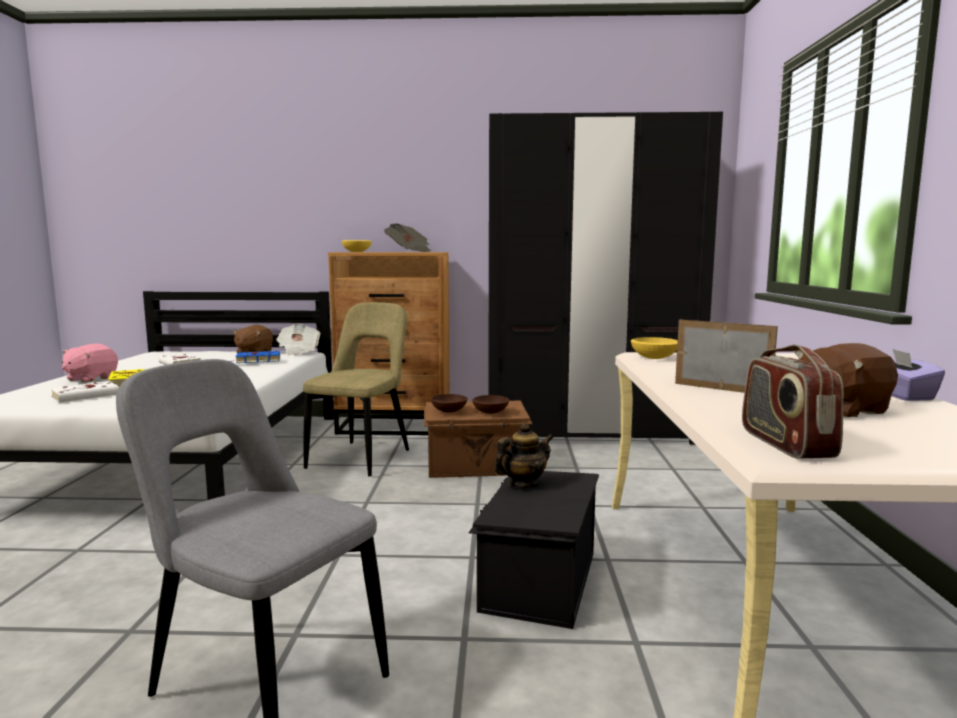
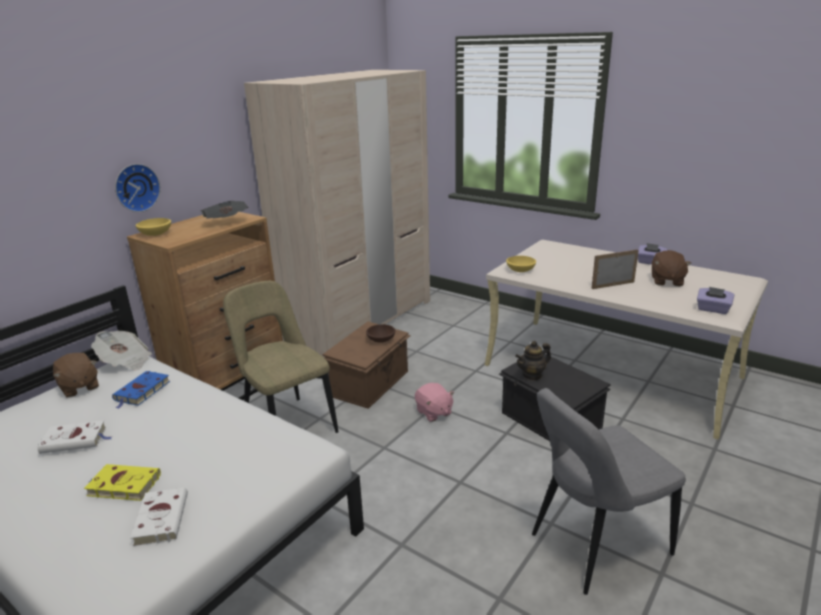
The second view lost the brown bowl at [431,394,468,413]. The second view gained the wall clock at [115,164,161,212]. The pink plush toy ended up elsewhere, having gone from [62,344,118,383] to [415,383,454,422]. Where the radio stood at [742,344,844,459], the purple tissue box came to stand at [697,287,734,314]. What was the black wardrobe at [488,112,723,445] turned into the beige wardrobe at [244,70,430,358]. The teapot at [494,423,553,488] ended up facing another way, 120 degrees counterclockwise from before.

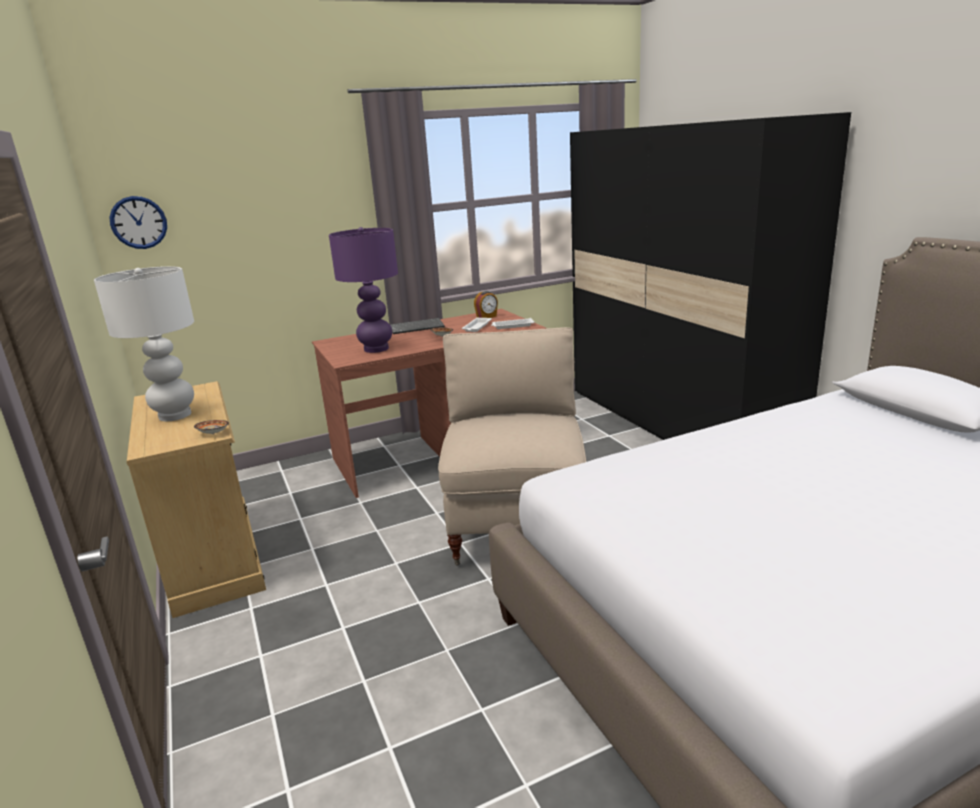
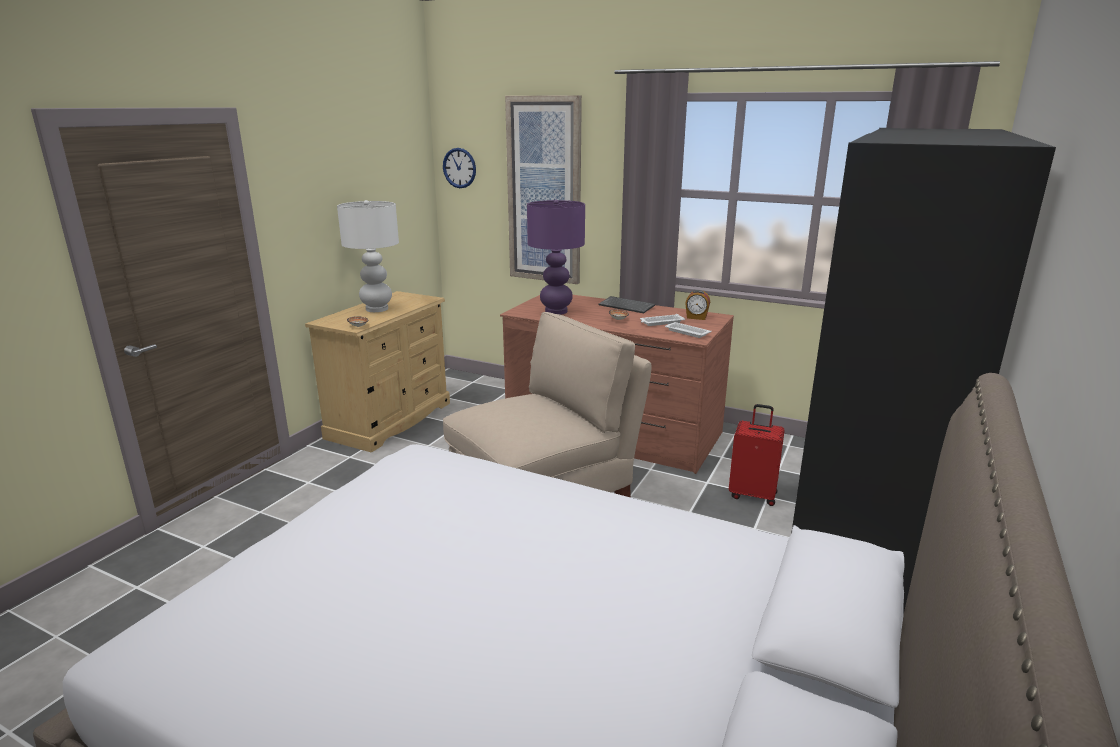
The second view gained the picture at [505,95,582,284]. The second view gained the red suitcase at [729,404,785,506].

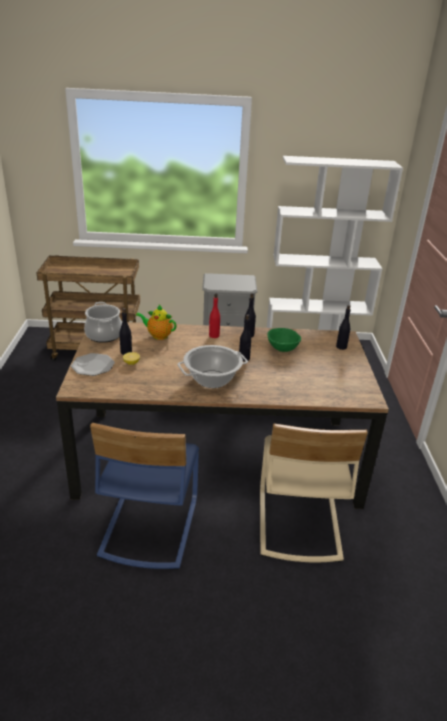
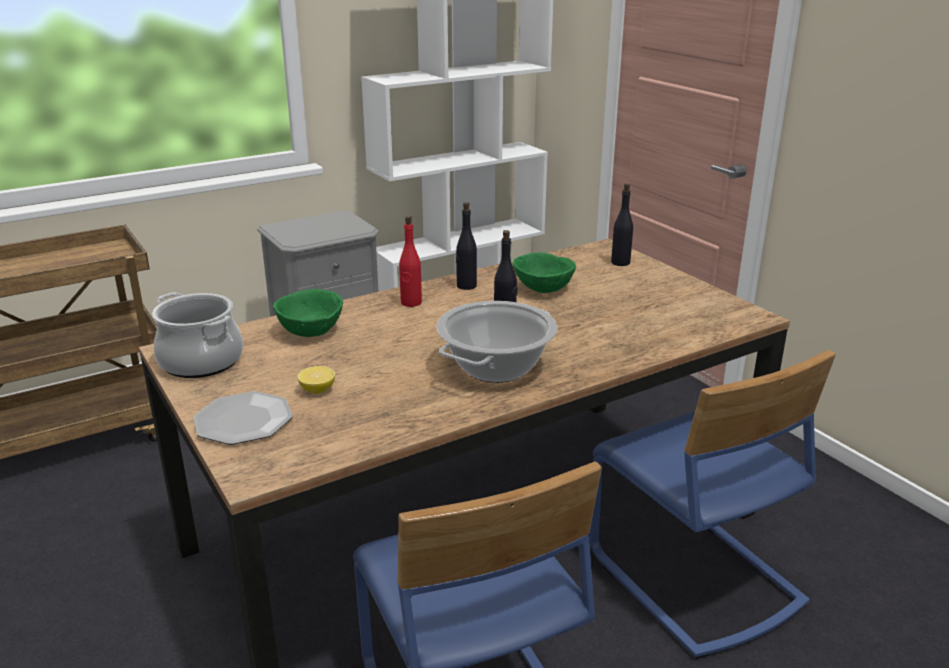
The second view lost the black bottle at [119,308,132,355]. Where the teapot stood at [136,305,177,340], the green bowl came to stand at [273,289,343,337]. What was the beige chair at [260,423,368,563] turned into the blue chair at [589,350,836,659].

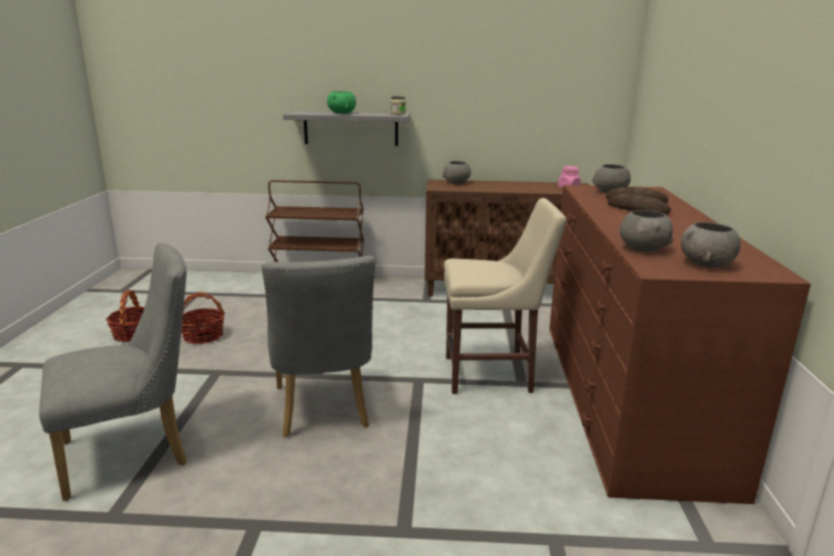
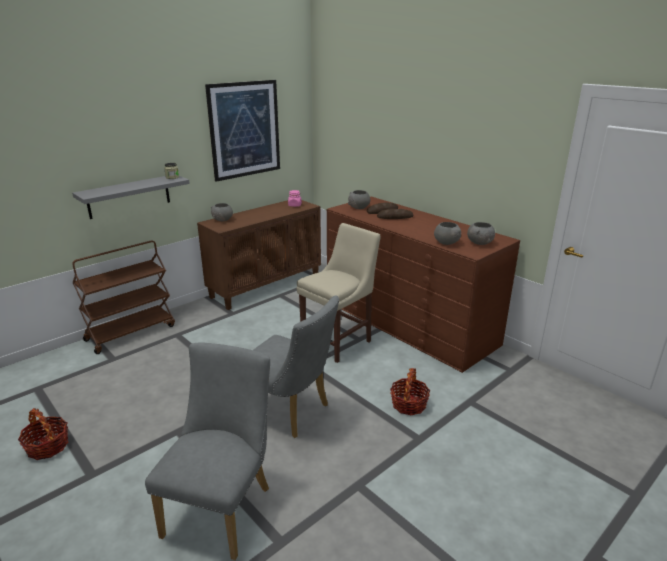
The second view lost the green bowl at [327,91,356,114]. The second view gained the picture at [205,80,280,182]. The basket ended up elsewhere, having gone from [182,292,225,344] to [390,368,430,415].

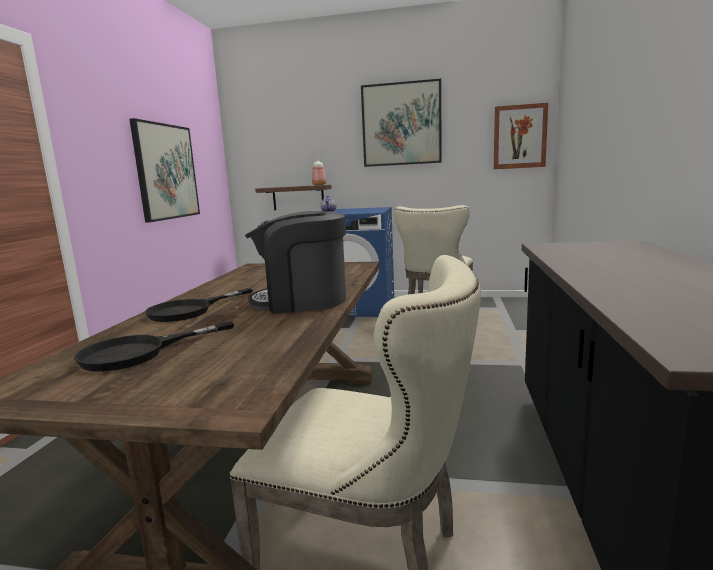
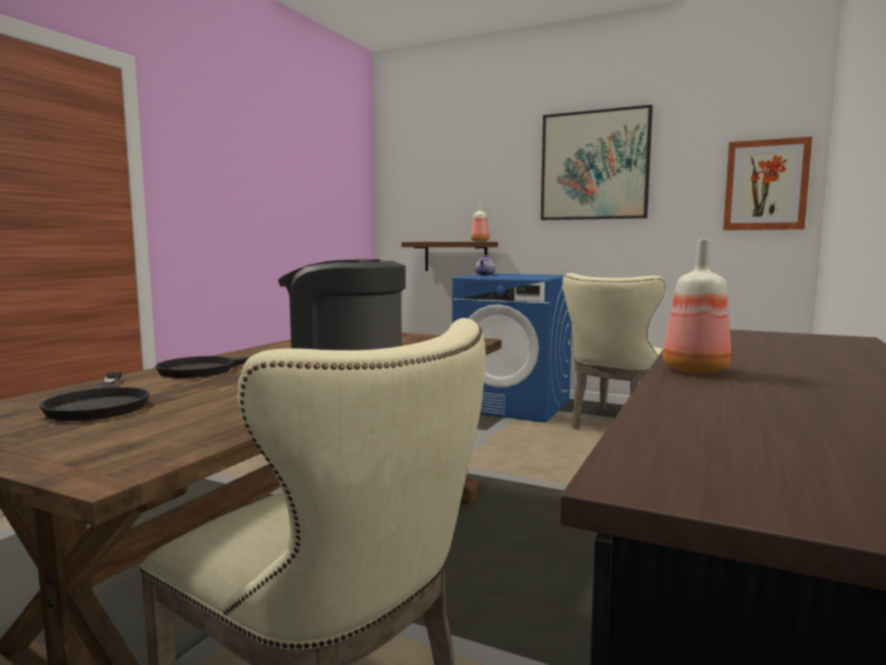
The second view lost the picture at [129,118,200,223]. The second view gained the bottle at [663,240,731,374]. The black frying pan at [74,321,234,372] ended up facing another way, 90 degrees counterclockwise from before.

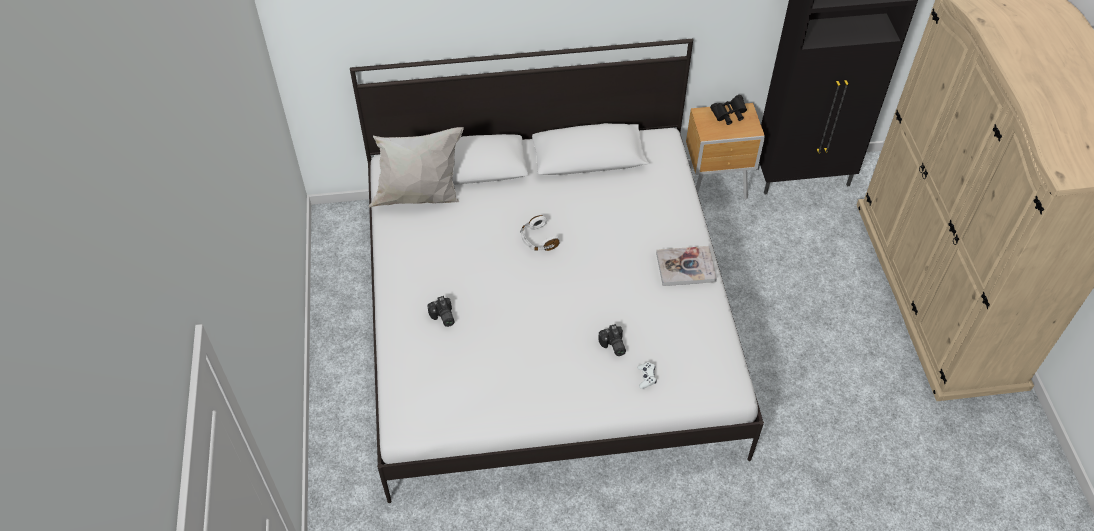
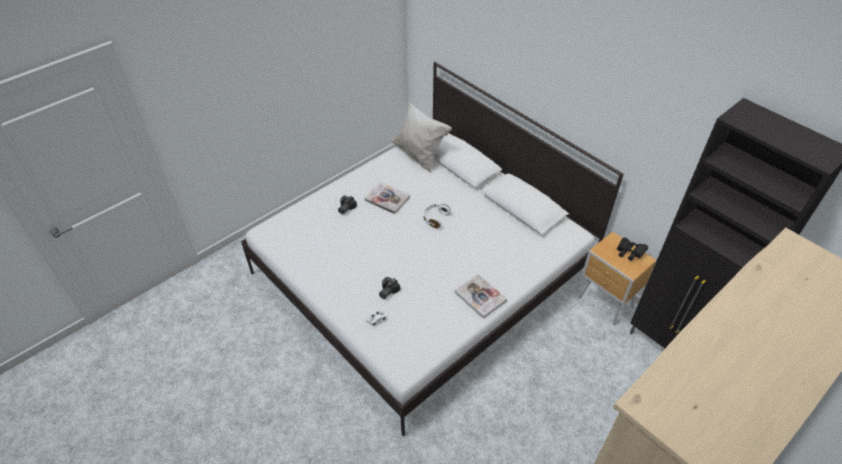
The second view gained the book at [365,182,410,214].

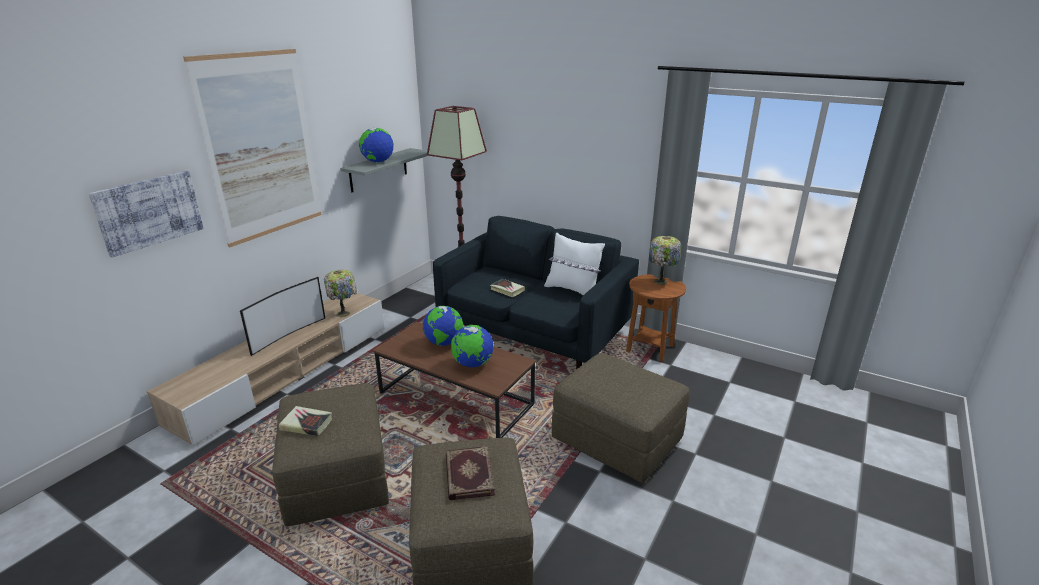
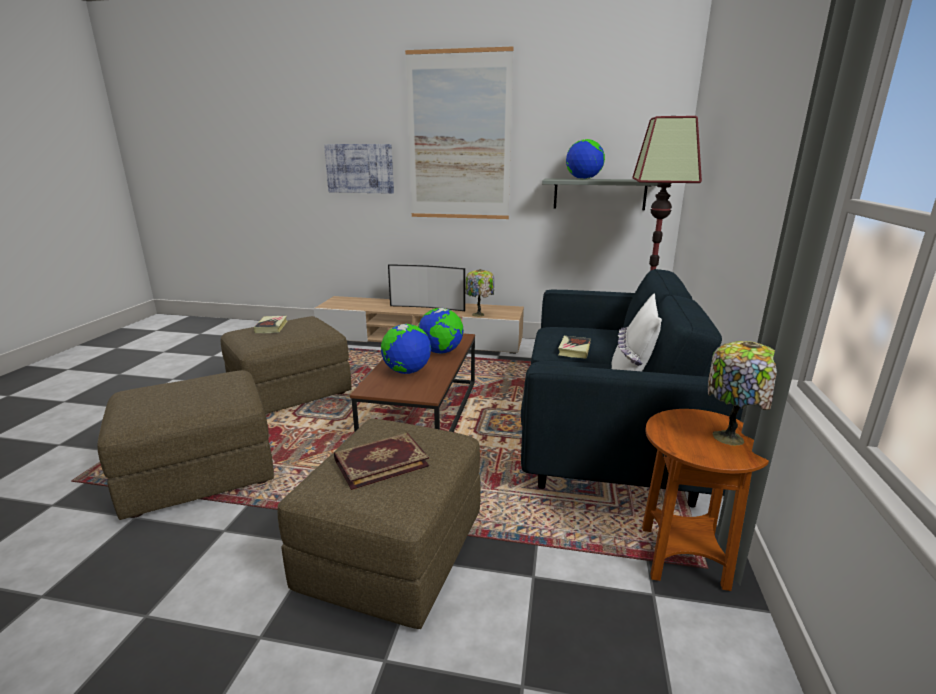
The book ended up elsewhere, having gone from [446,446,495,500] to [334,433,429,490].

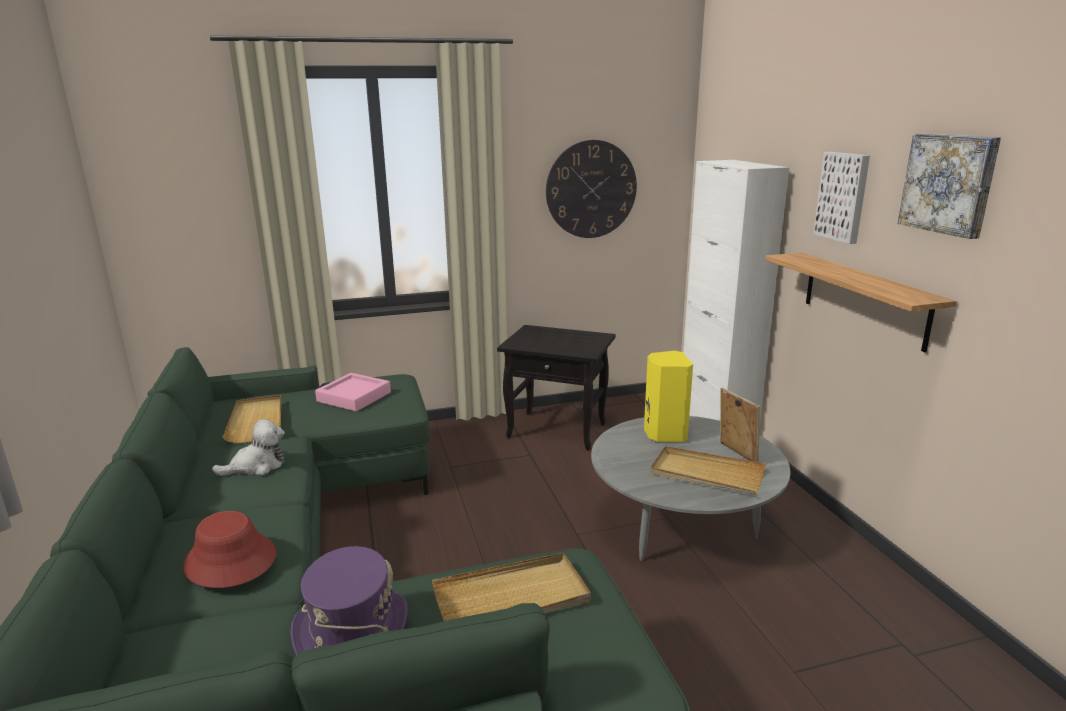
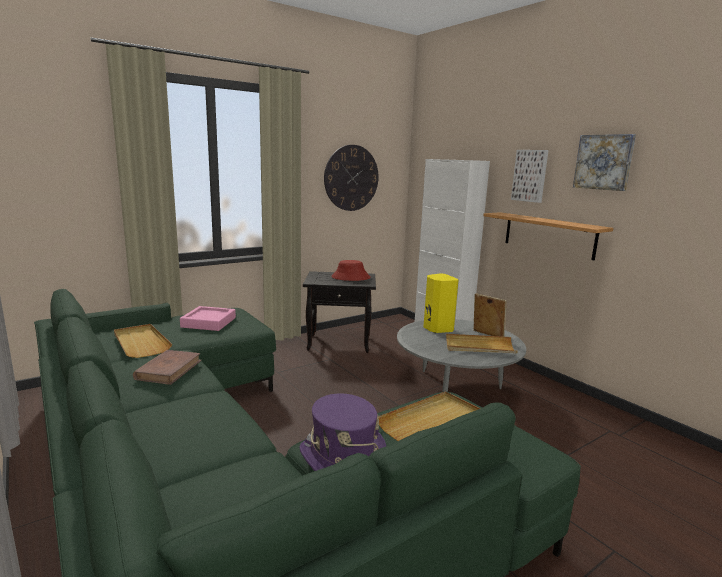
The red hat ended up elsewhere, having gone from [183,511,276,588] to [331,260,371,281]. Where the plush toy stood at [212,419,285,476], the brown book came to stand at [133,350,202,385].

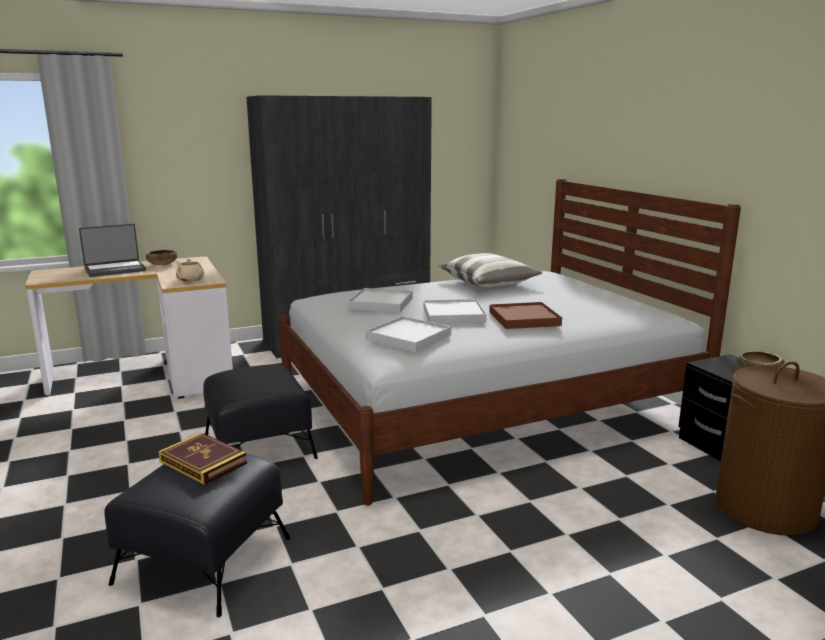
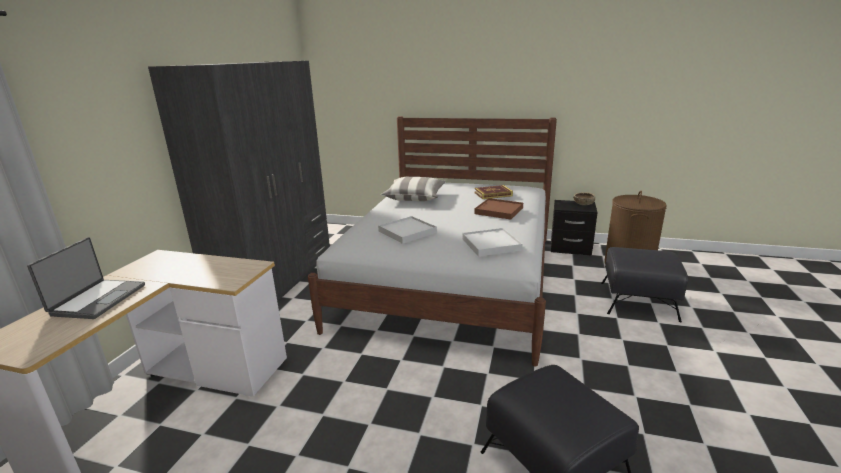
The second view lost the brown bowl at [146,250,177,266]. The second view lost the beige teapot at [176,259,204,282]. The second view lost the white tray at [424,299,487,324]. The book ended up elsewhere, having gone from [159,433,247,485] to [475,185,513,199]. The black ottoman ended up elsewhere, having gone from [203,365,318,459] to [601,247,688,322].

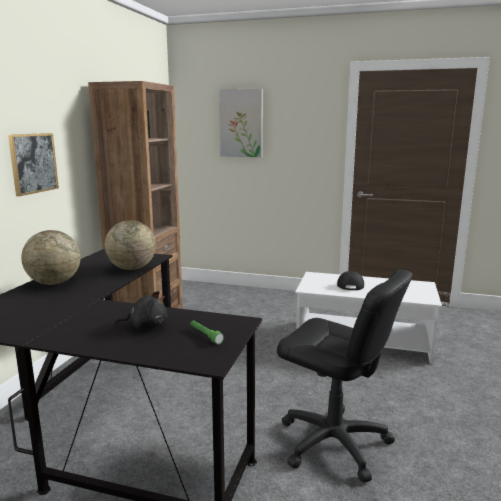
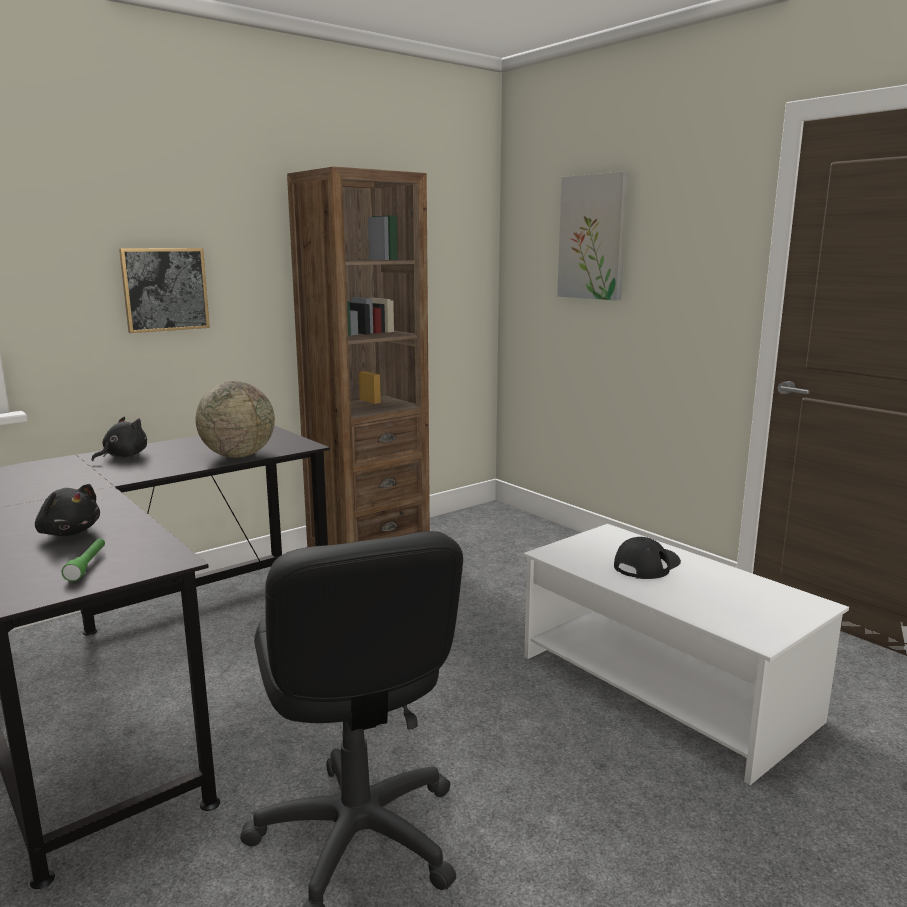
Where the globe stood at [21,230,81,285], the black plush toy came to stand at [92,416,147,461].

